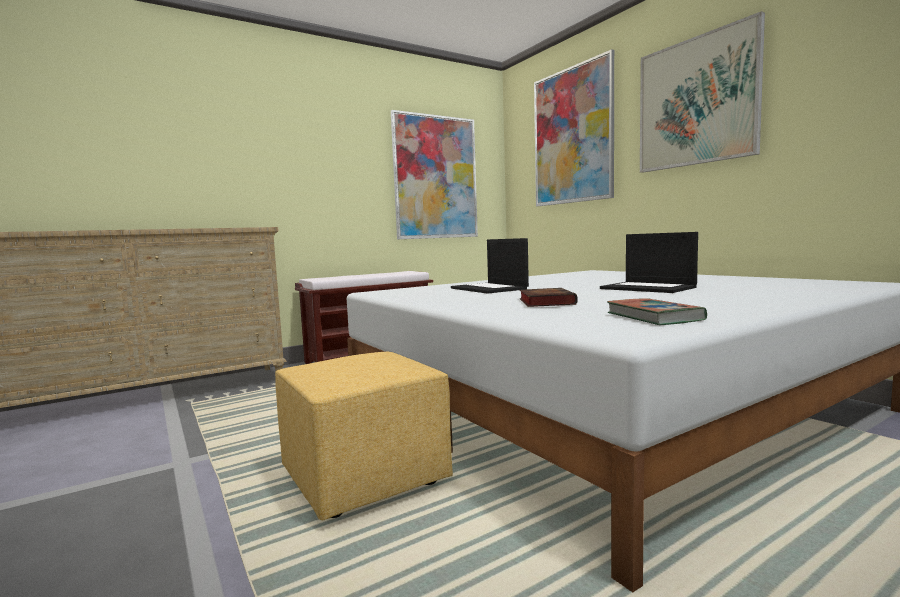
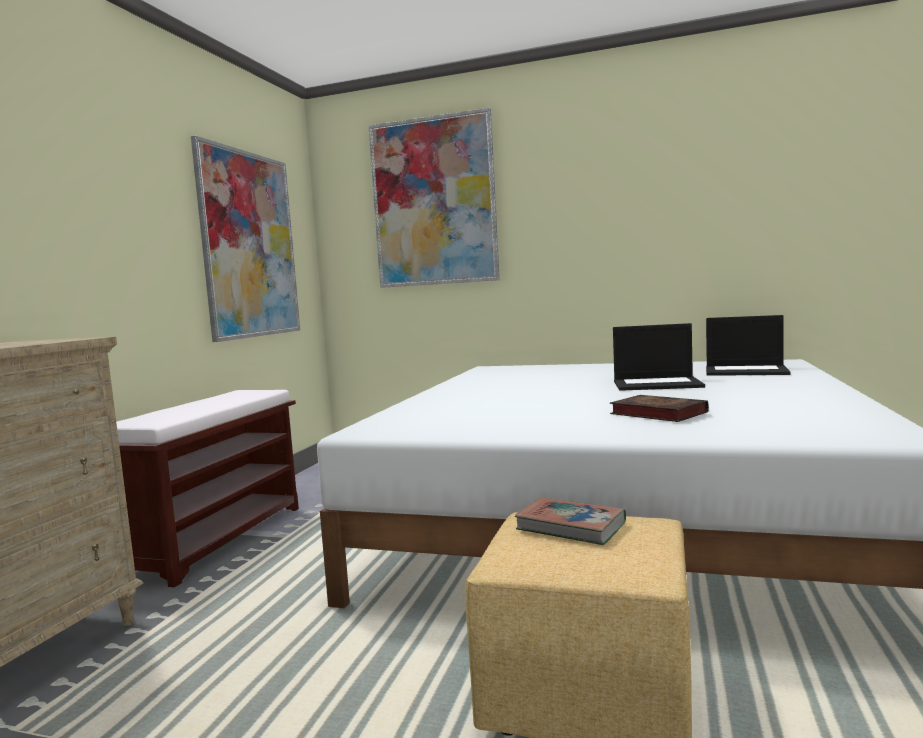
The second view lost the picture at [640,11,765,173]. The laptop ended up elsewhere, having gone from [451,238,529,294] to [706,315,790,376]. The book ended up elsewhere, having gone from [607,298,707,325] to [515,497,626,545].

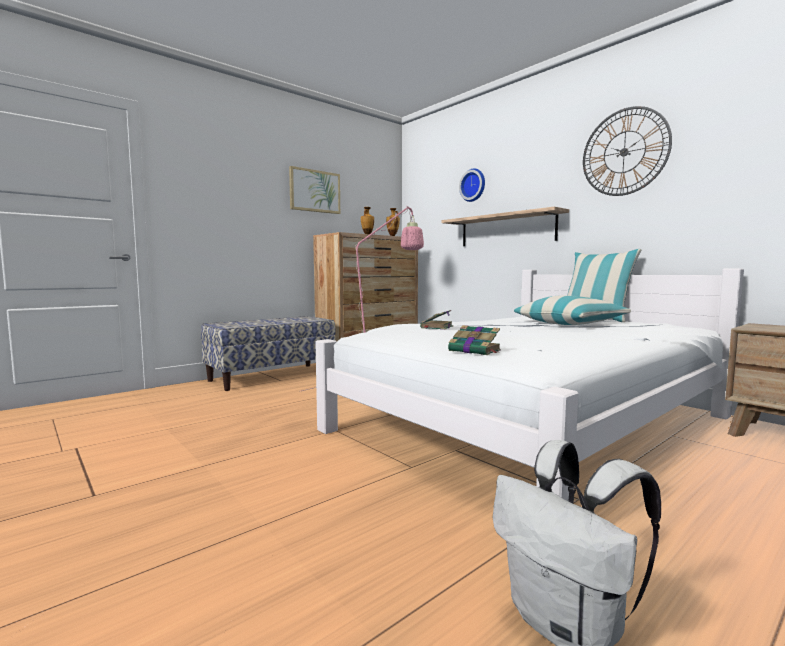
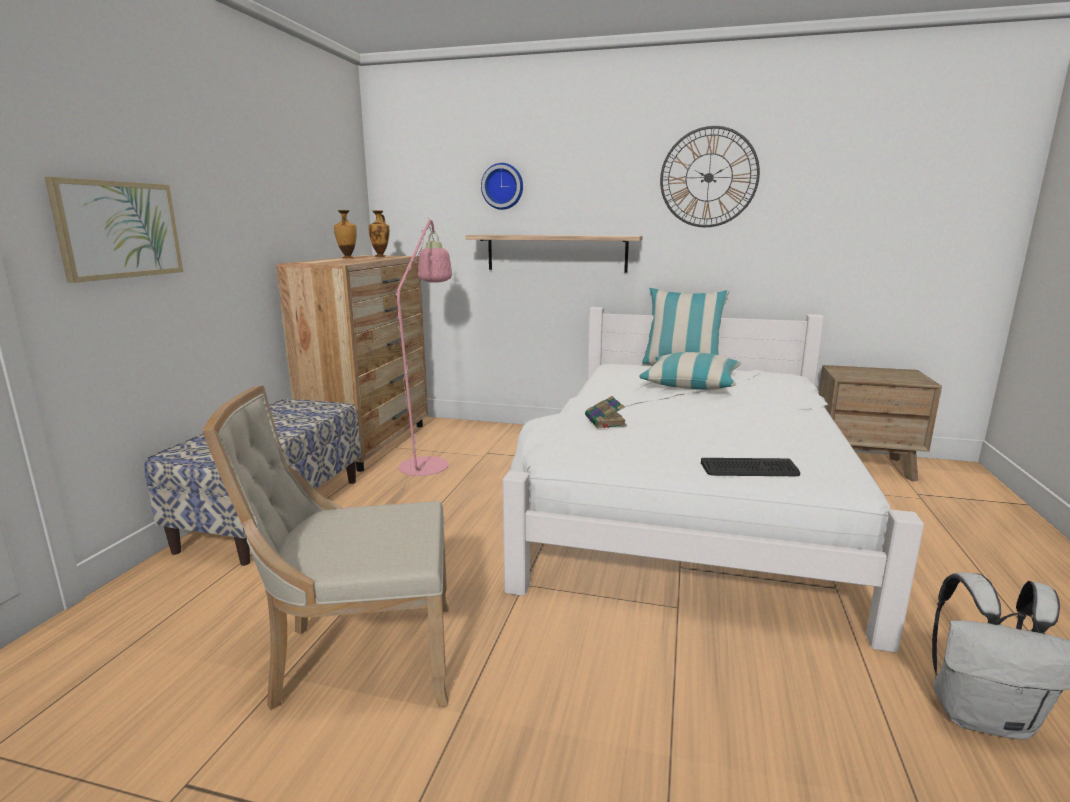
The second view gained the beige chair at [202,385,449,710]. The picture ended up elsewhere, having gone from [289,166,340,214] to [45,177,183,283]. Where the book stood at [448,325,501,355], the keyboard came to stand at [701,458,800,476].

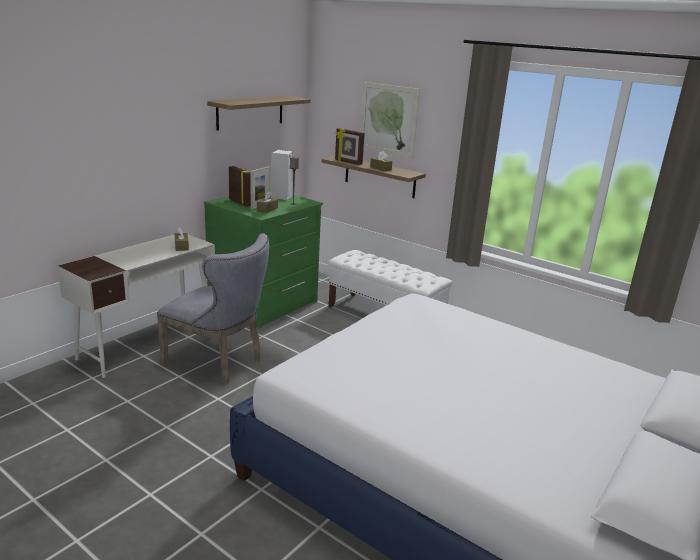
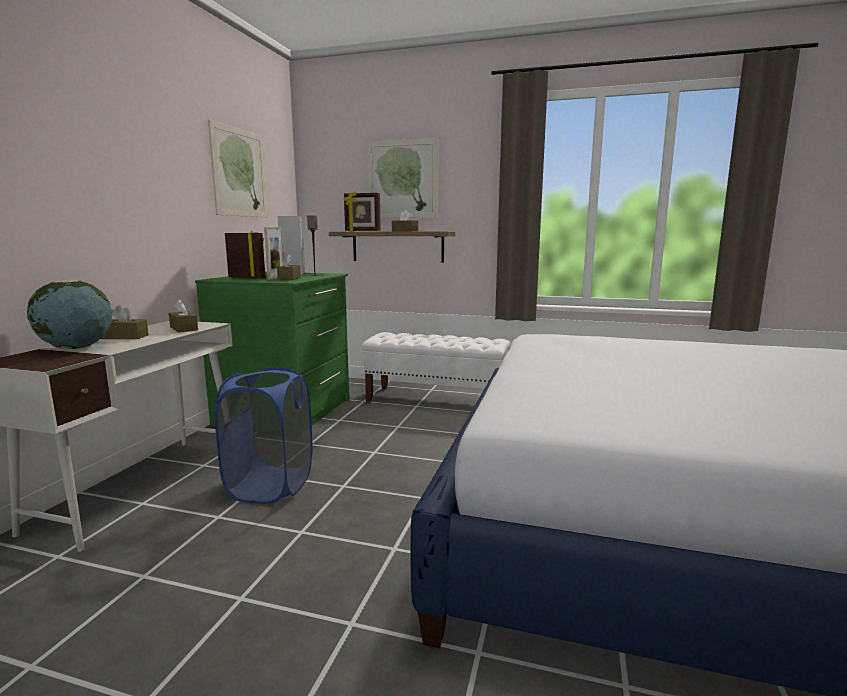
The second view gained the globe at [27,279,112,349]. The second view gained the brown tissue box at [101,305,149,339]. Where the grey chair stood at [157,233,269,385], the blue laundry basket came to stand at [215,367,312,504]. Where the shelf hung at [207,96,311,131], the picture came to hang at [208,119,268,217].

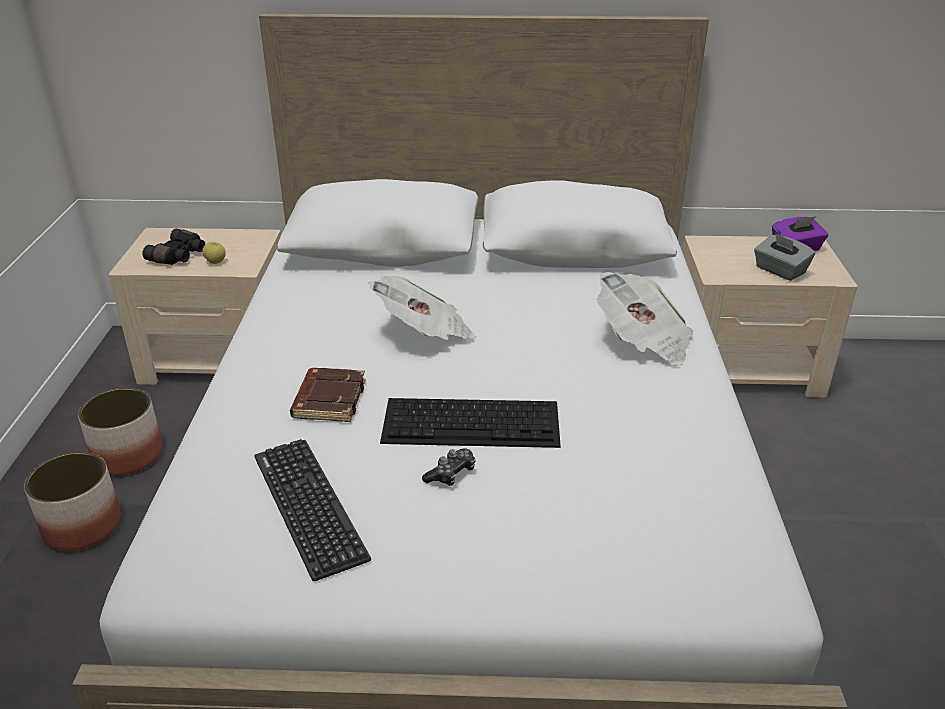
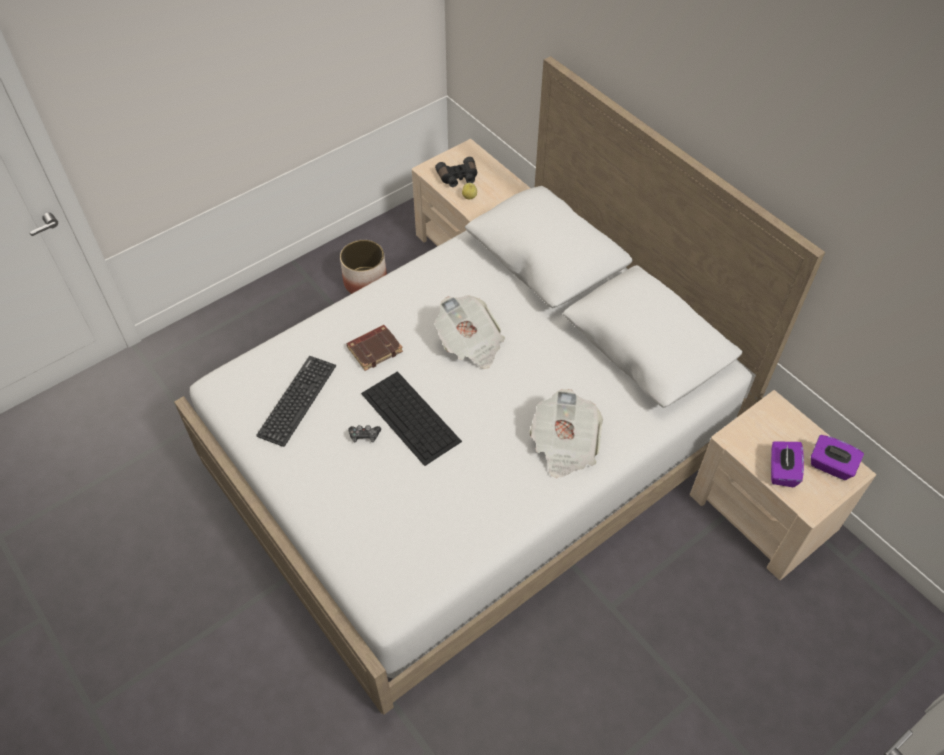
The second view lost the planter at [24,452,121,551]. What was the grey tissue box at [754,233,815,281] turned into the purple tissue box at [771,441,804,487].

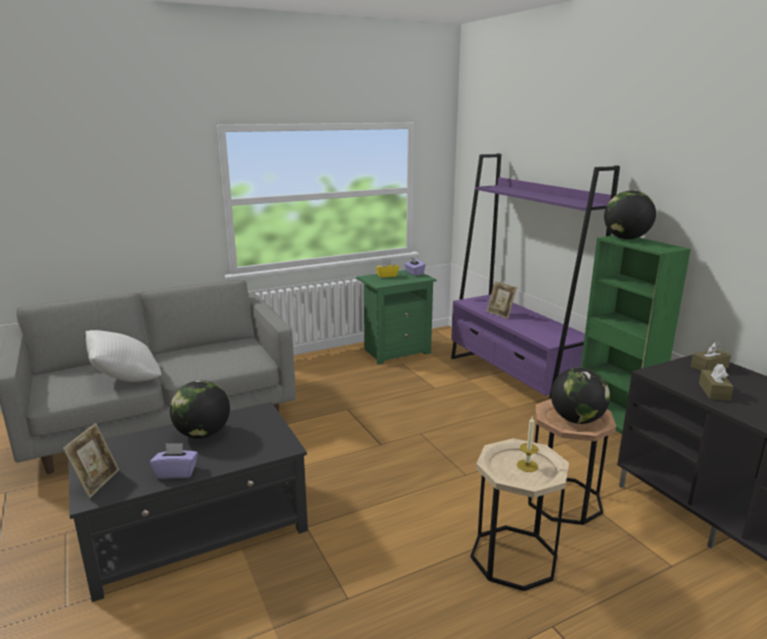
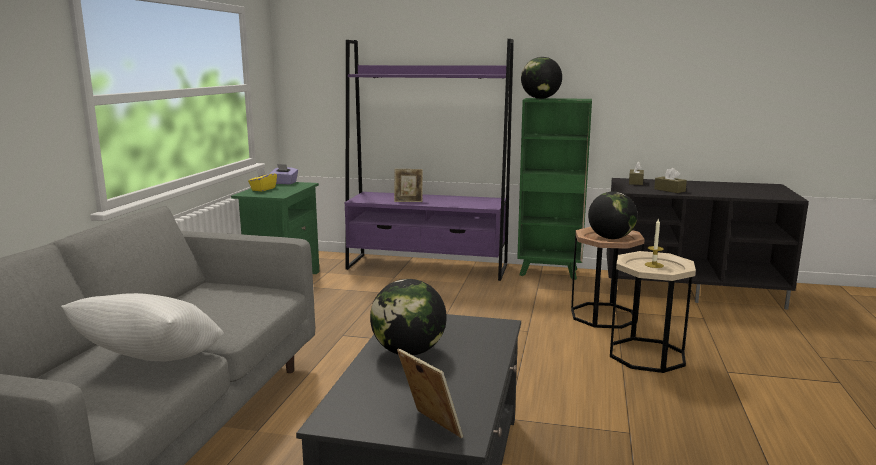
The second view lost the purple tissue box at [150,443,198,479].

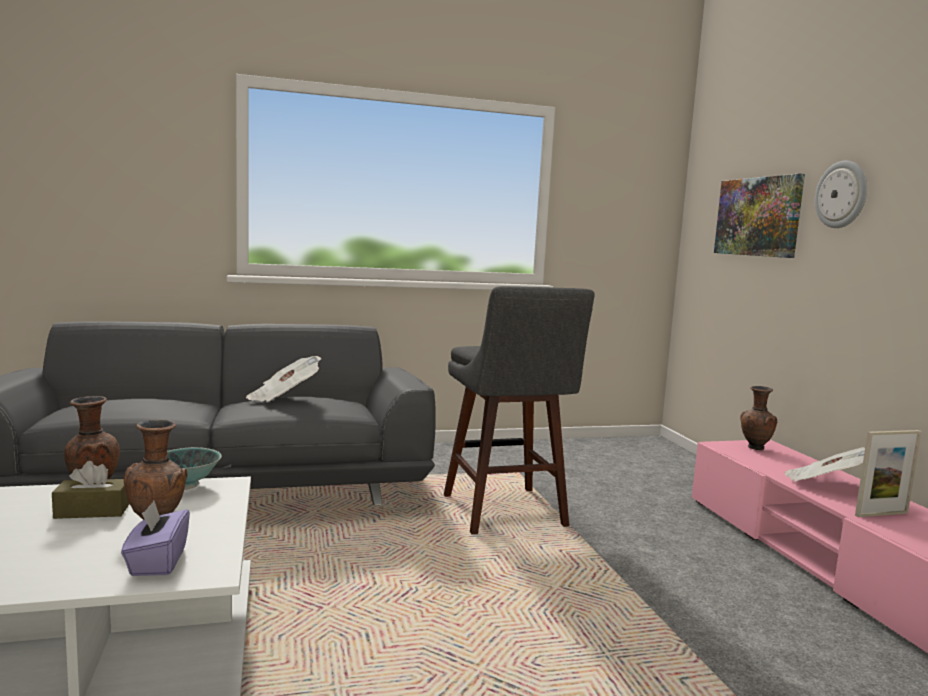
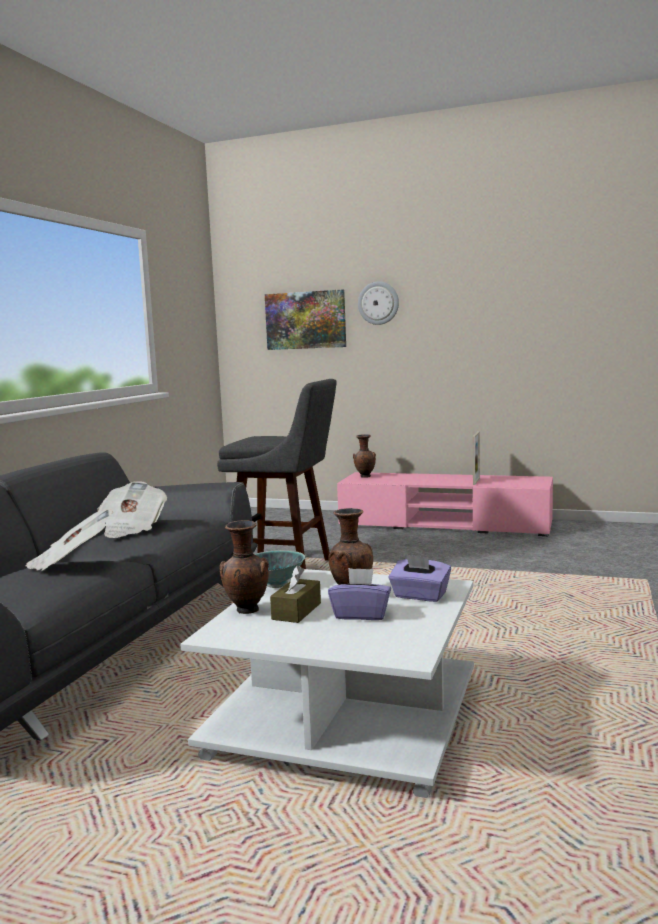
The second view gained the purple tissue box at [328,568,391,620]. The newspaper ended up elsewhere, having gone from [784,447,865,482] to [26,509,113,571].

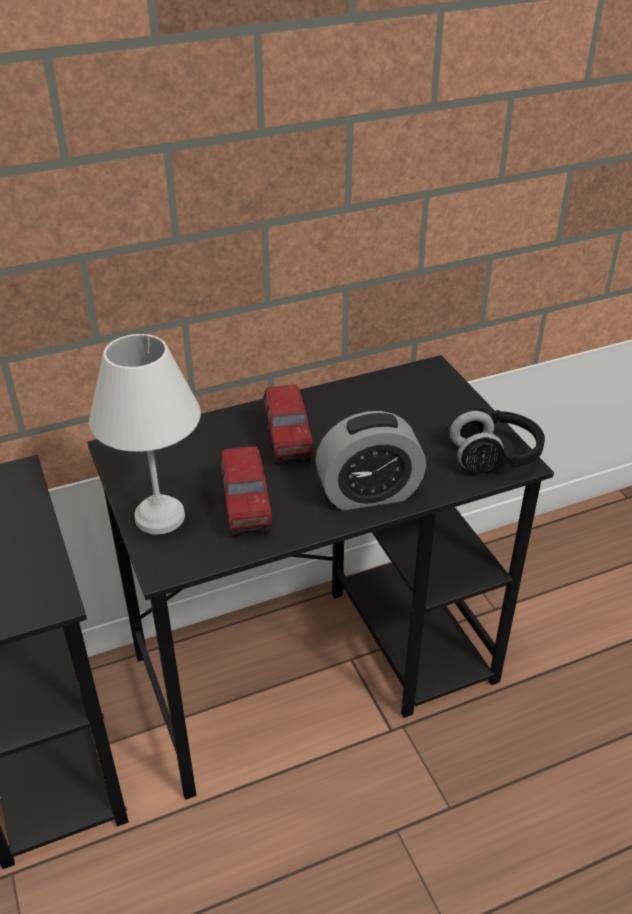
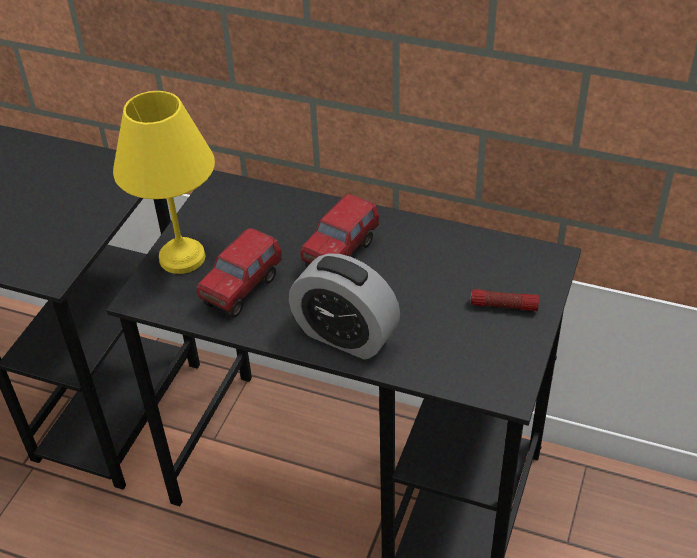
The second view lost the black headphones at [446,409,545,473]. The second view gained the flashlight at [471,289,539,311]. What was the white table lamp at [89,334,201,534] turned into the yellow table lamp at [113,91,215,274].

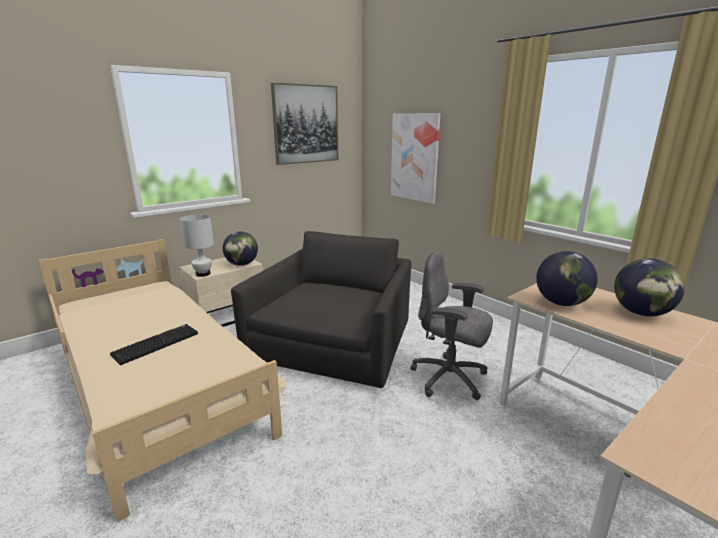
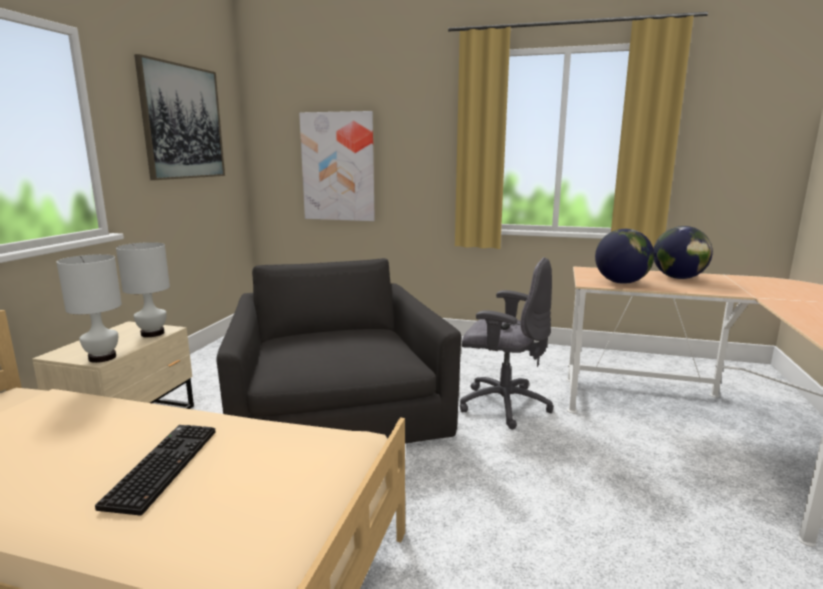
Where the globe stood at [223,231,258,266], the white table lamp came to stand at [116,242,170,337]. The grey office chair at [410,252,493,400] ended up facing another way, 150 degrees counterclockwise from before.

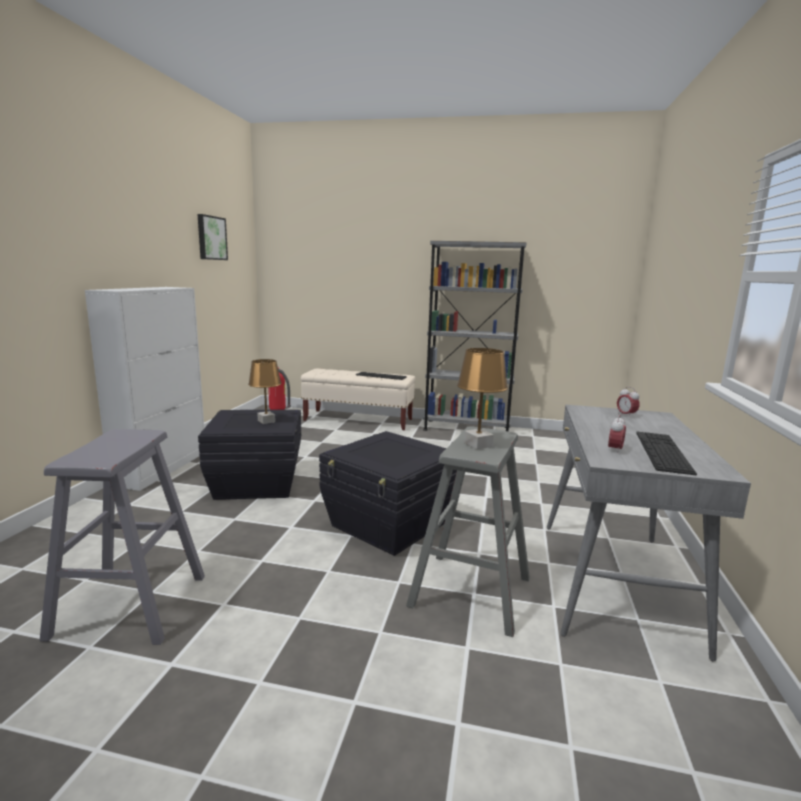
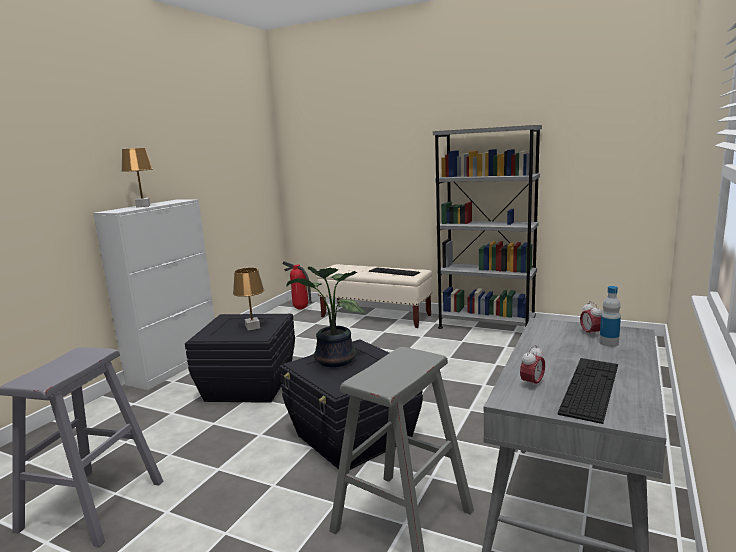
The second view lost the picture at [197,214,228,260]. The second view gained the potted plant at [286,267,365,367]. The second view gained the bottle at [599,286,621,347]. The brown table lamp ended up elsewhere, having gone from [457,348,508,450] to [122,148,153,208].

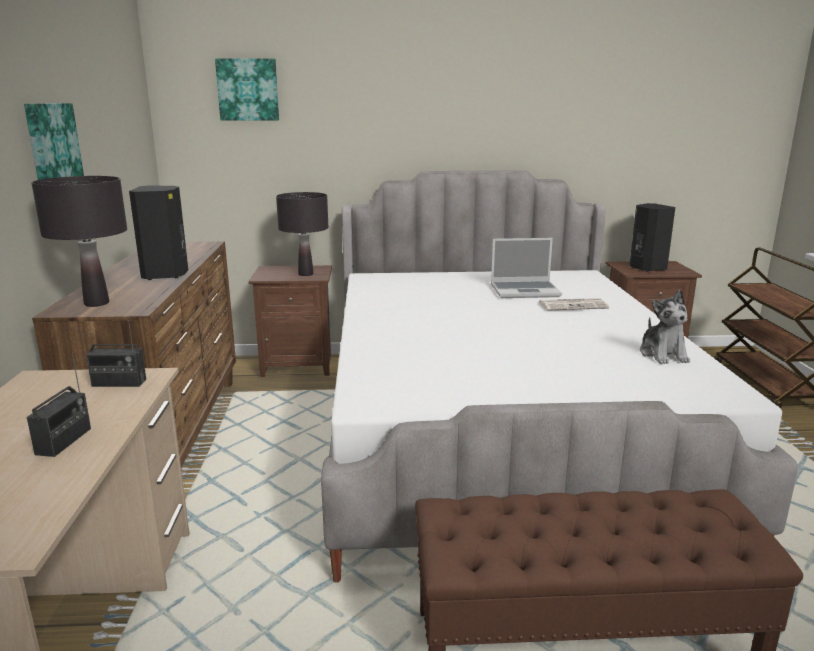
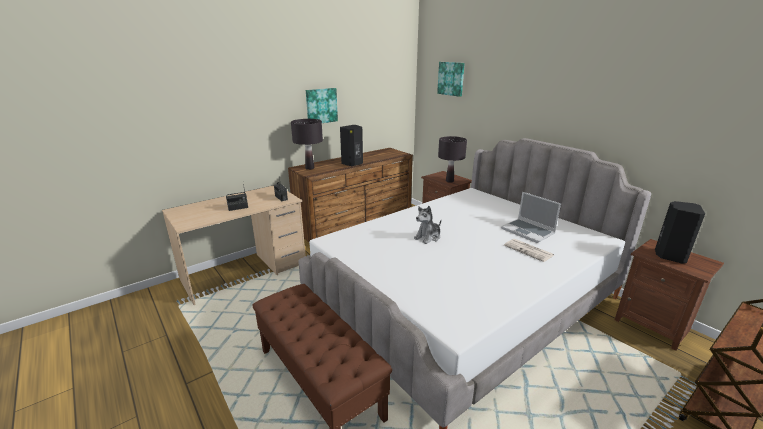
The plush toy ended up elsewhere, having gone from [640,290,690,364] to [414,206,441,244].

